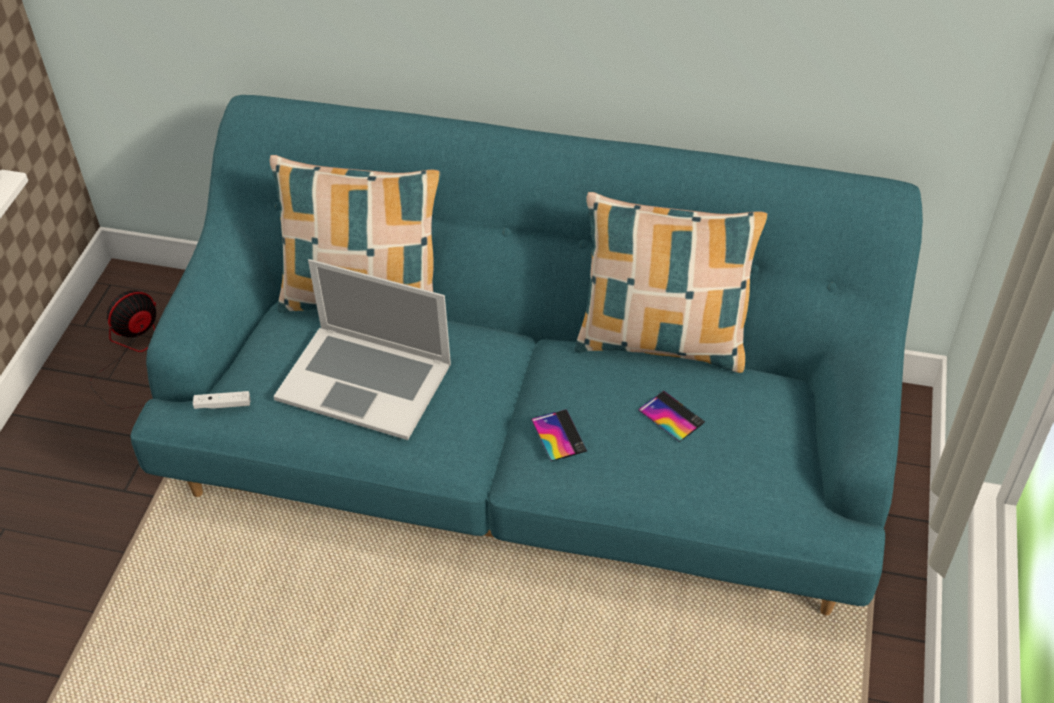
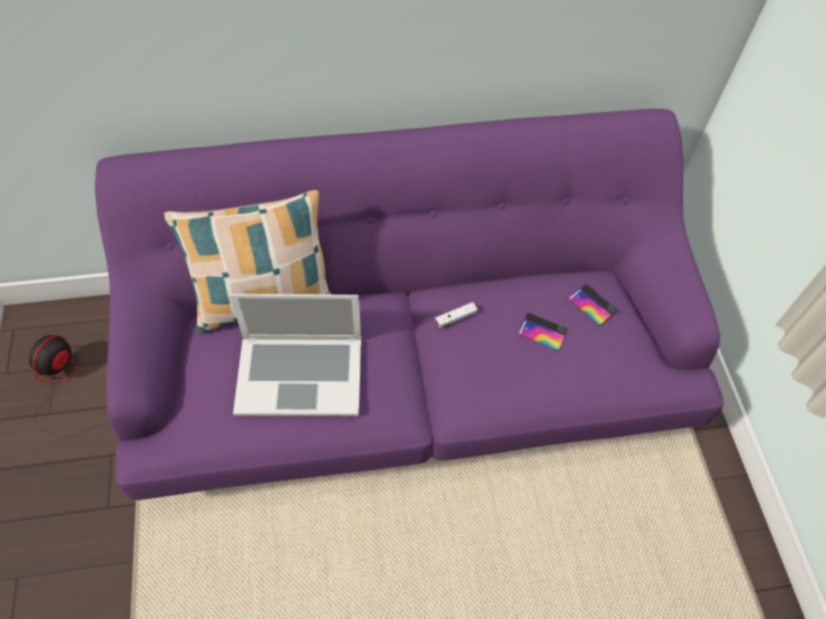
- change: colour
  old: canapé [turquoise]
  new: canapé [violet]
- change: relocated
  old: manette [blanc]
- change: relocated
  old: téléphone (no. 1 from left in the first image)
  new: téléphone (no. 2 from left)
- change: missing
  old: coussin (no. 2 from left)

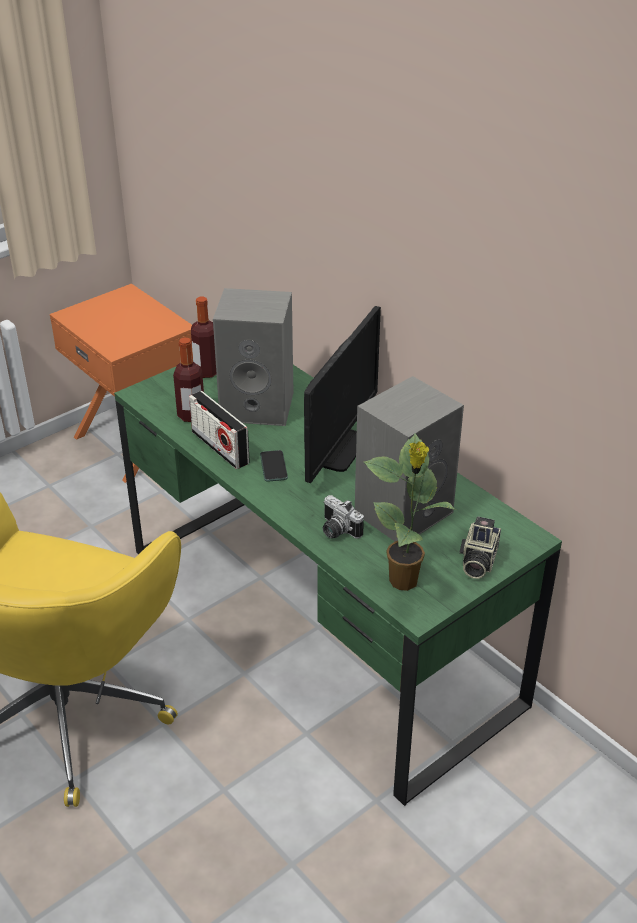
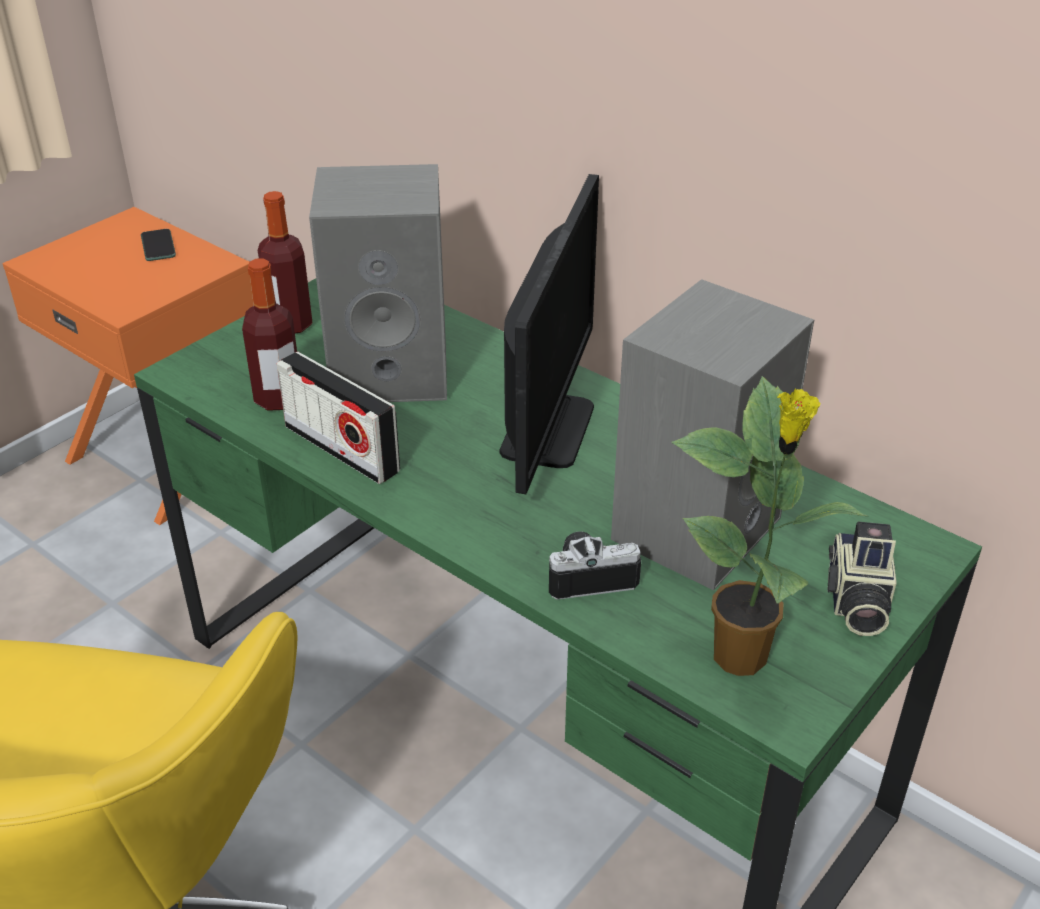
- change: relocated
  old: téléphone
- change: spun
  old: appareil photo (no. 1 from left)
  degrees: 135

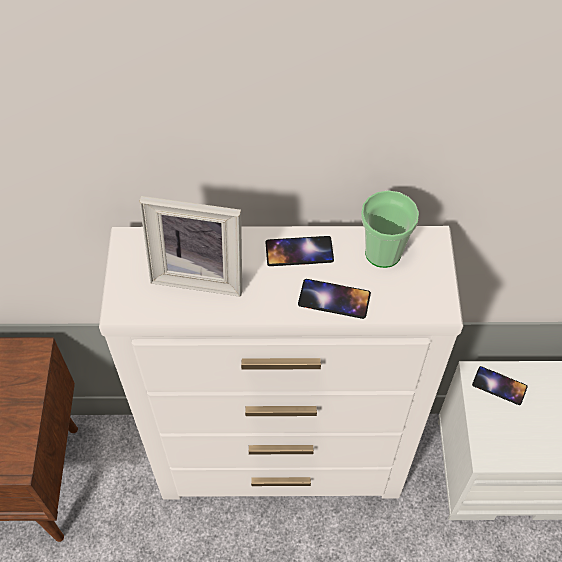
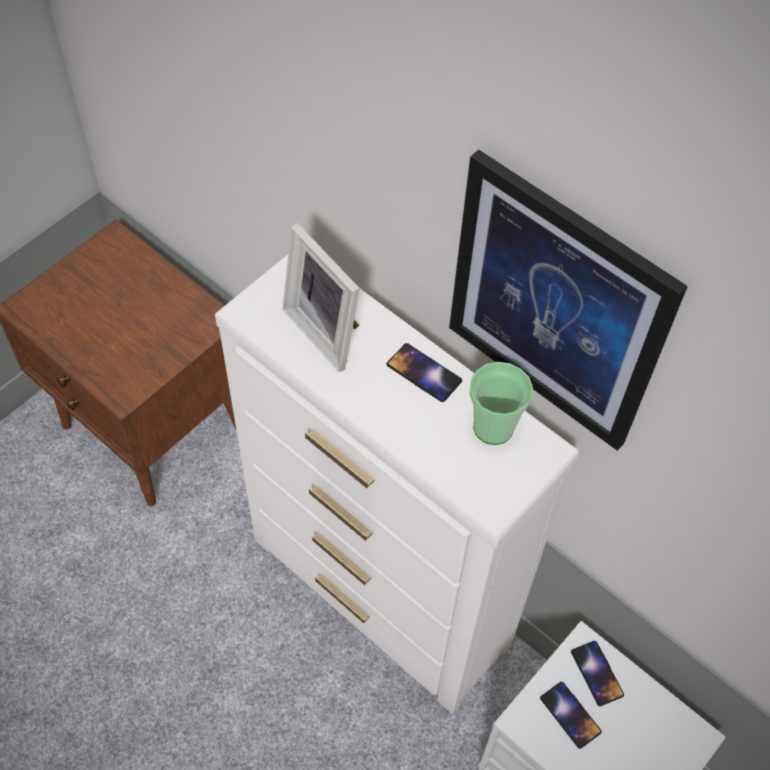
- change: relocated
  old: téléphone (no. 2 from left)
- change: appeared
  new: tableau

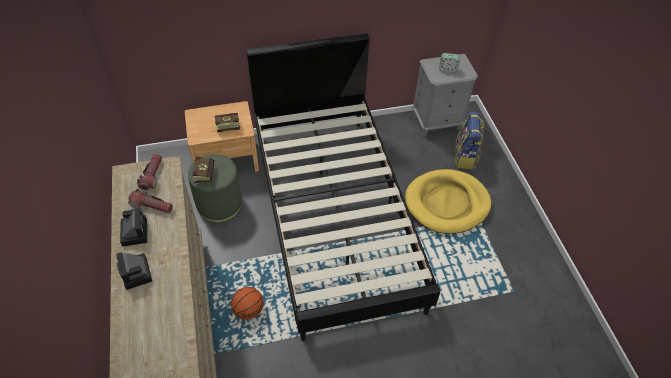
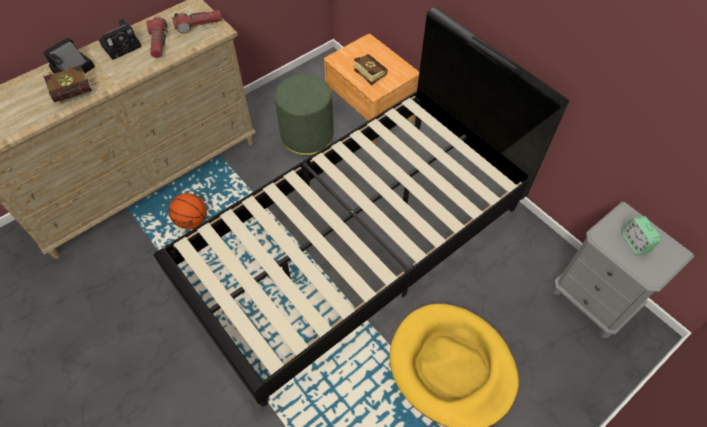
- change: relocated
  old: livre (no. 1 from left)
- change: missing
  old: sac à dos

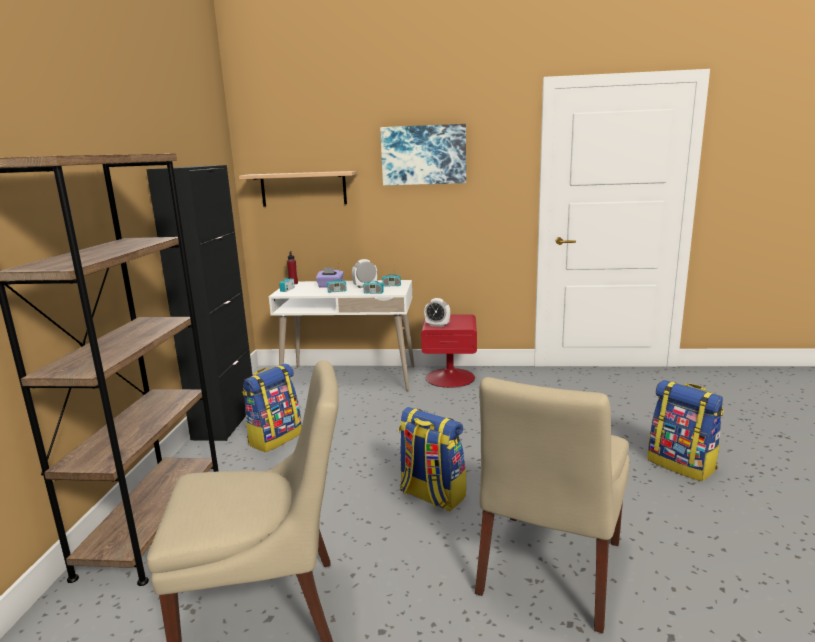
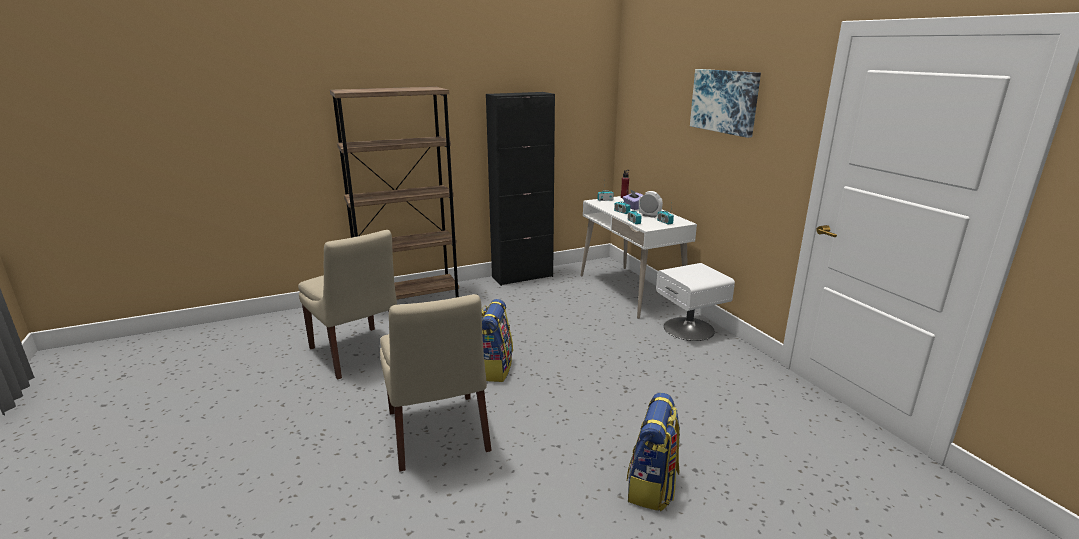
- change: missing
  old: étagère
- change: missing
  old: sac à dos (no. 1 from left)
- change: colour
  old: table de chevet [rouge]
  new: table de chevet [blanc]
- change: missing
  old: réveil (no. 2 from left)
- change: spun
  old: chaise [beige] (no. 2 from left)
  degrees: -105

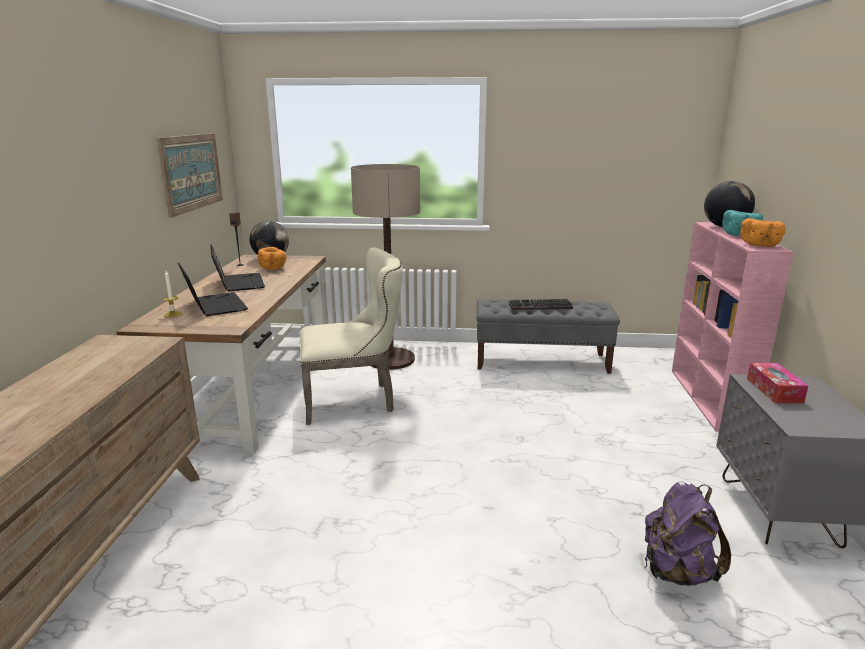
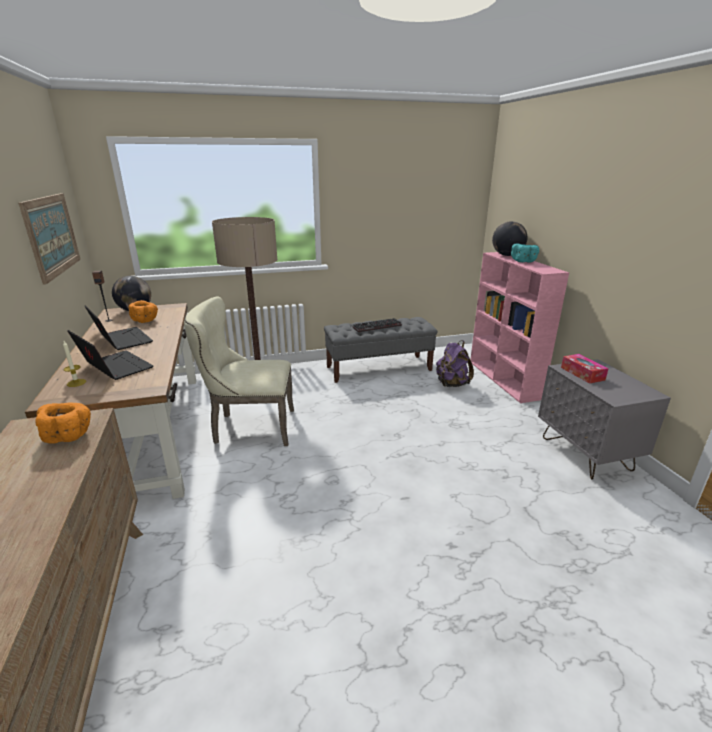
- change: spun
  old: chaise [beige]
  degrees: -150
- change: relocated
  old: sac à dos [violet]
- change: relocated
  old: bol [orange] (no. 2 from left in the first image)
  new: bol [orange] (no. 1 from left)

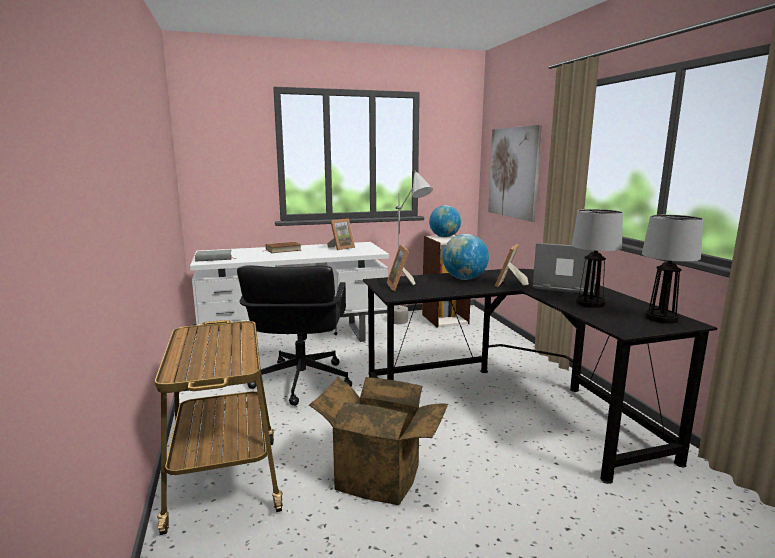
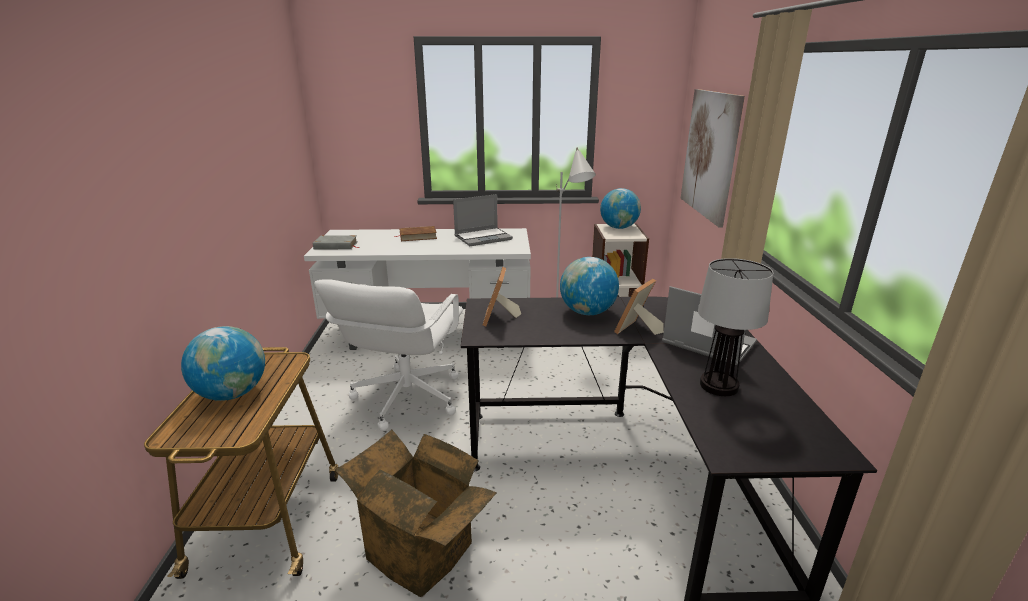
- change: colour
  old: chaise de bureau [noir]
  new: chaise de bureau [blanc]
- change: exchanged
  old: cadre photo (no. 1 from left)
  new: ordinateur portable (no. 1 from left)
- change: missing
  old: lampe de table (no. 2 from left)
- change: appeared
  new: globe (no. 1 from left)

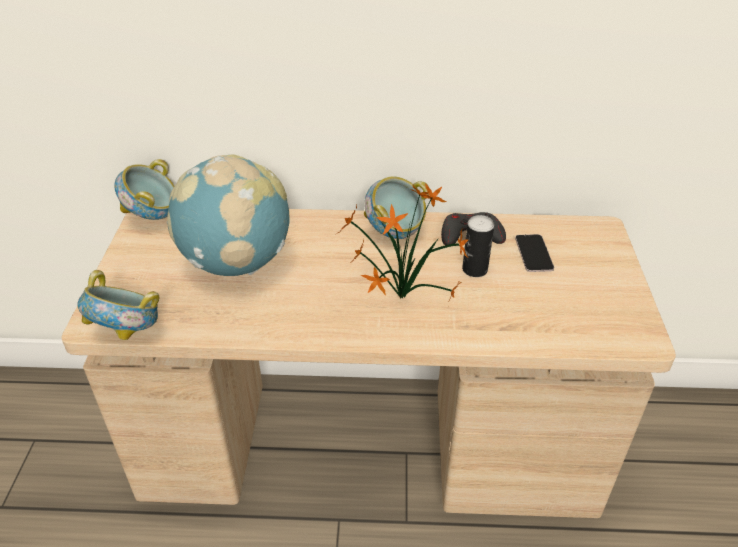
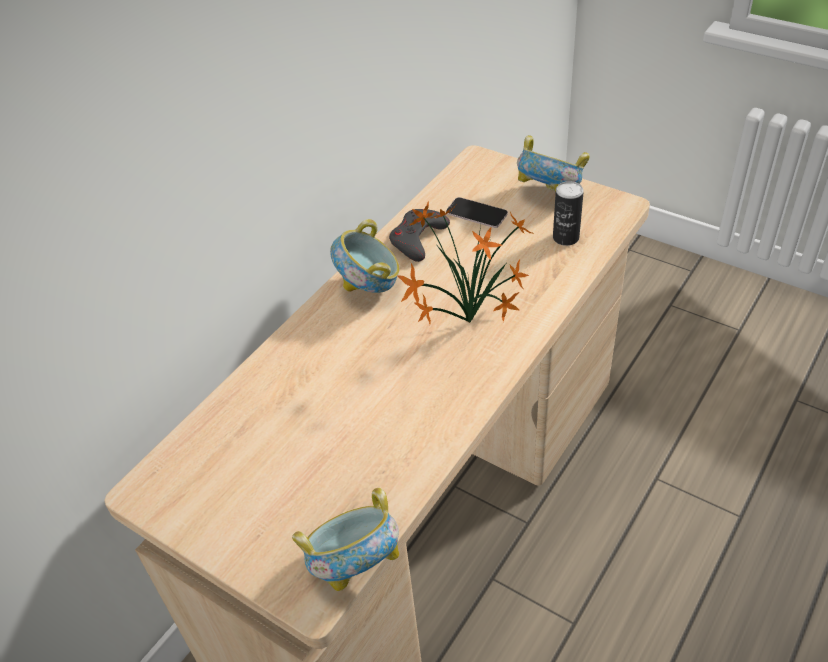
- change: relocated
  old: bol (no. 2 from left in the first image)
  new: bol (no. 3 from left)
- change: missing
  old: globe
- change: relocated
  old: boîte métallique

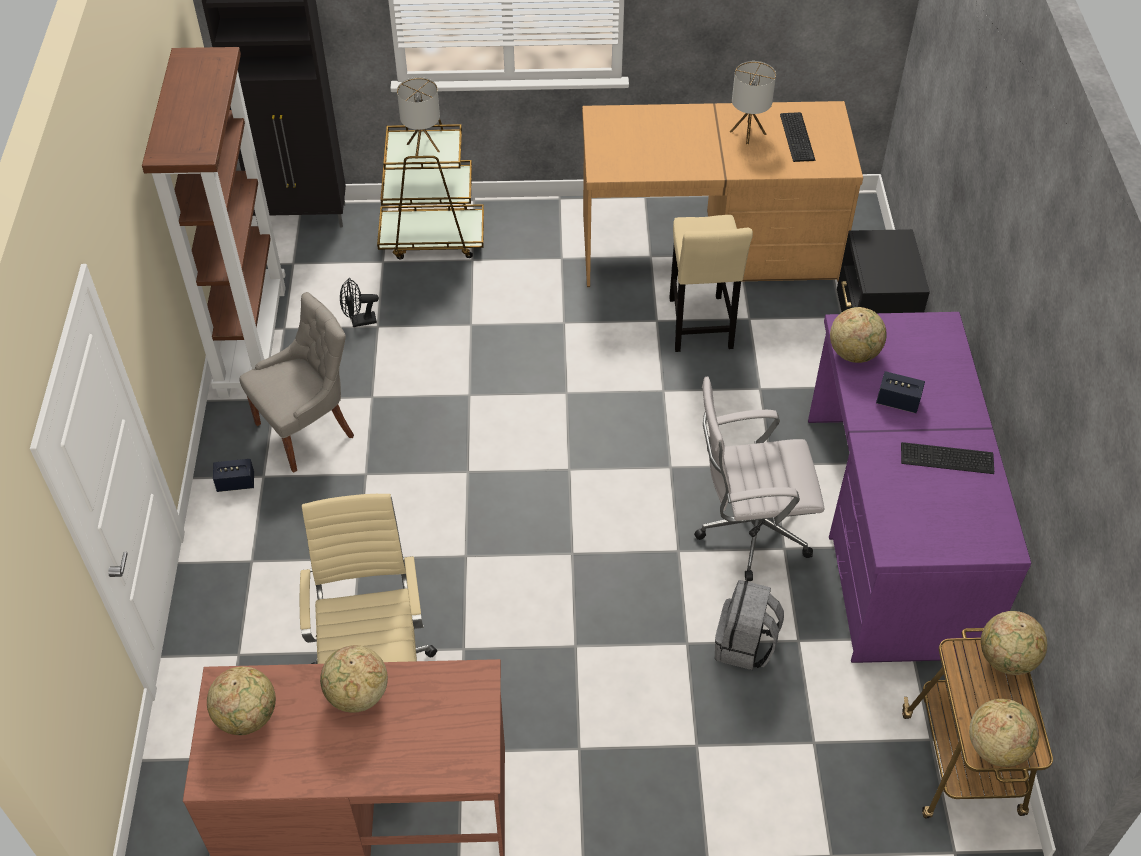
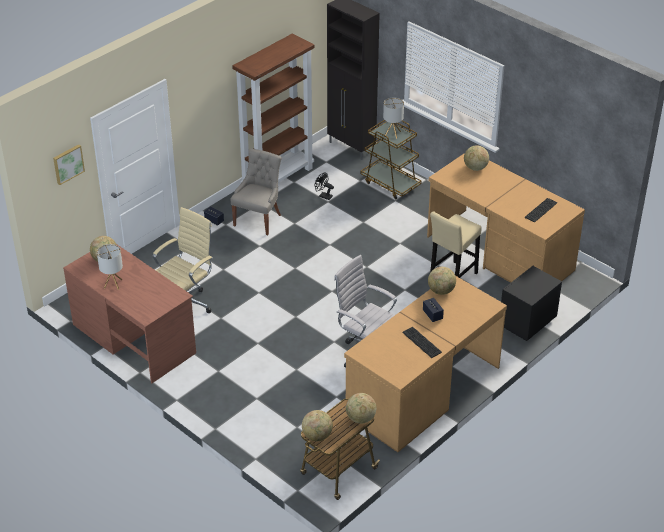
- change: spun
  old: chaise [gris]
  degrees: -75
- change: relocated
  old: globe (no. 2 from left in the first image)
  new: globe (no. 5 from left)
- change: missing
  old: sac à dos [gris]
- change: relocated
  old: lampe de table (no. 2 from left in the first image)
  new: lampe de table (no. 1 from left)
- change: colour
  old: bureau [violet]
  new: bureau [marron] (no. 2 from left)
- change: appeared
  new: tableau

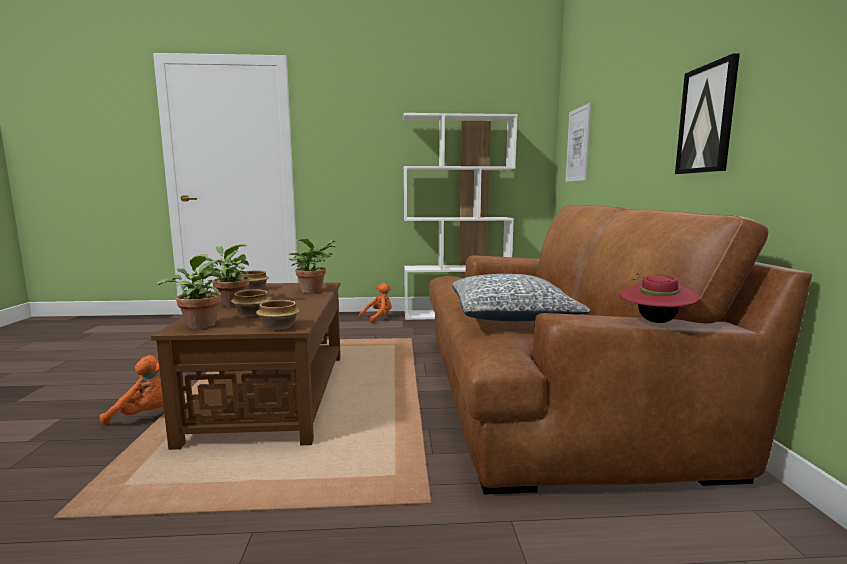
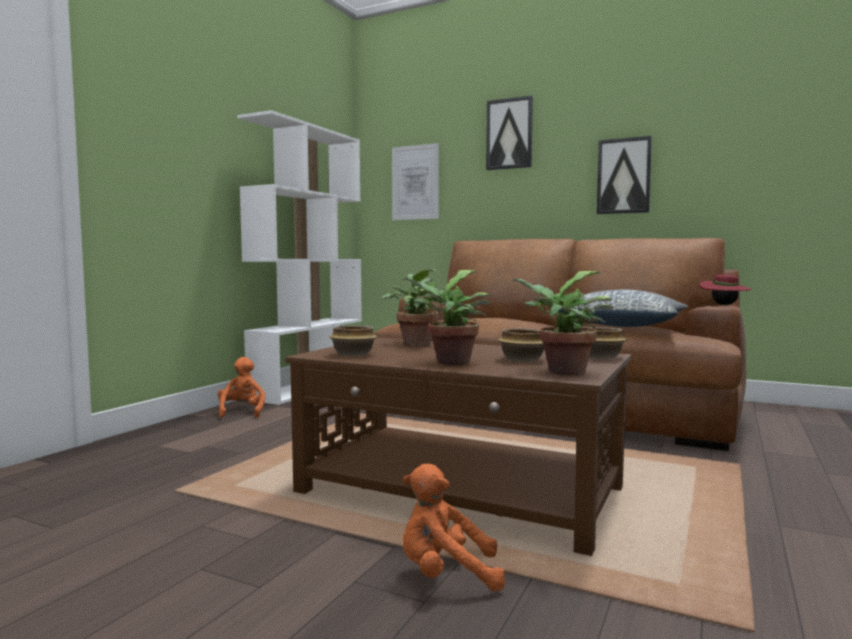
- change: spun
  old: peluche [orange] (no. 1 from left in the first image)
  degrees: -120
- change: appeared
  new: tableau (no. 2 from left)

